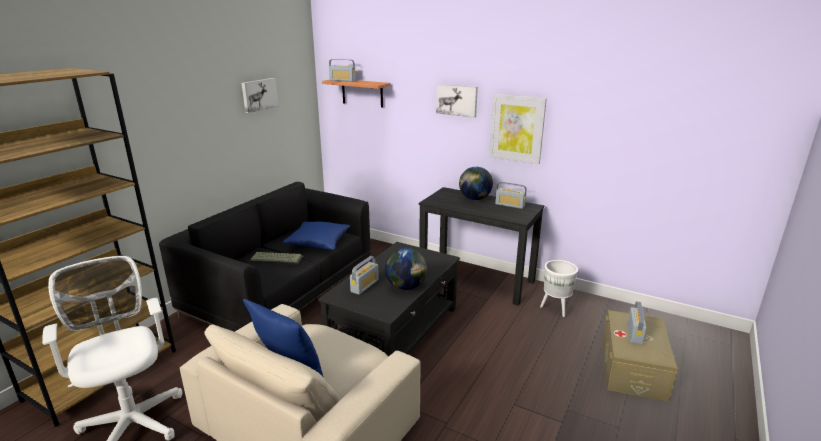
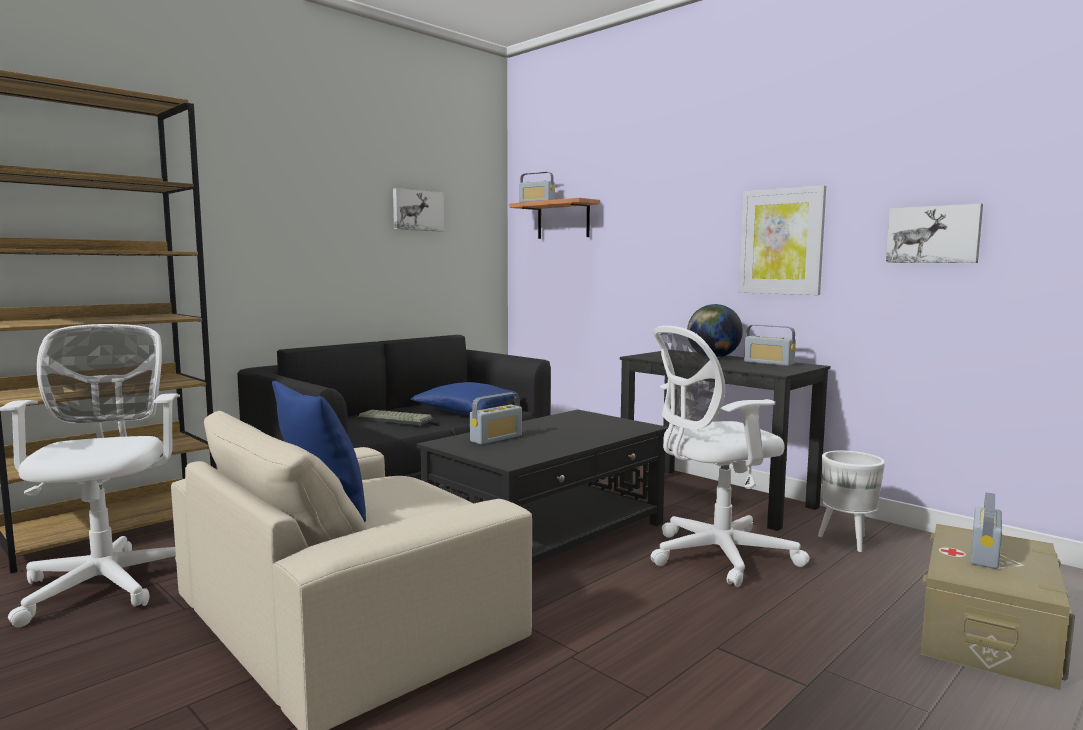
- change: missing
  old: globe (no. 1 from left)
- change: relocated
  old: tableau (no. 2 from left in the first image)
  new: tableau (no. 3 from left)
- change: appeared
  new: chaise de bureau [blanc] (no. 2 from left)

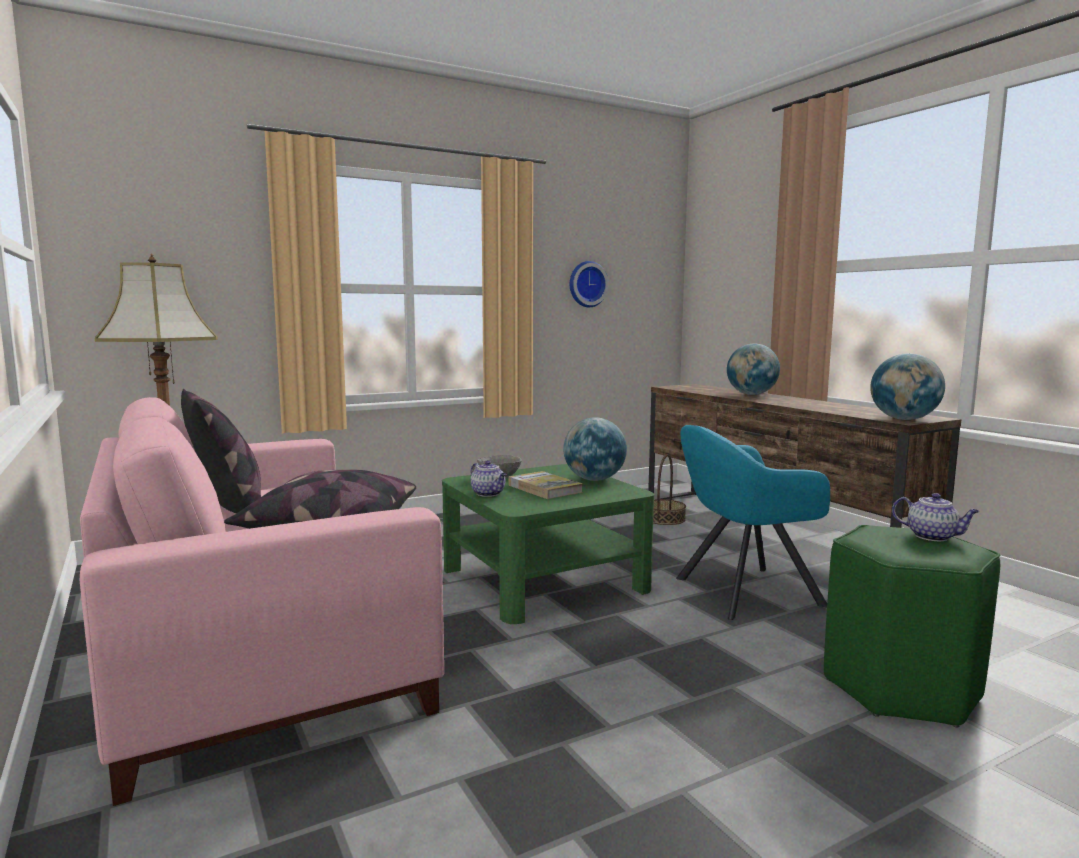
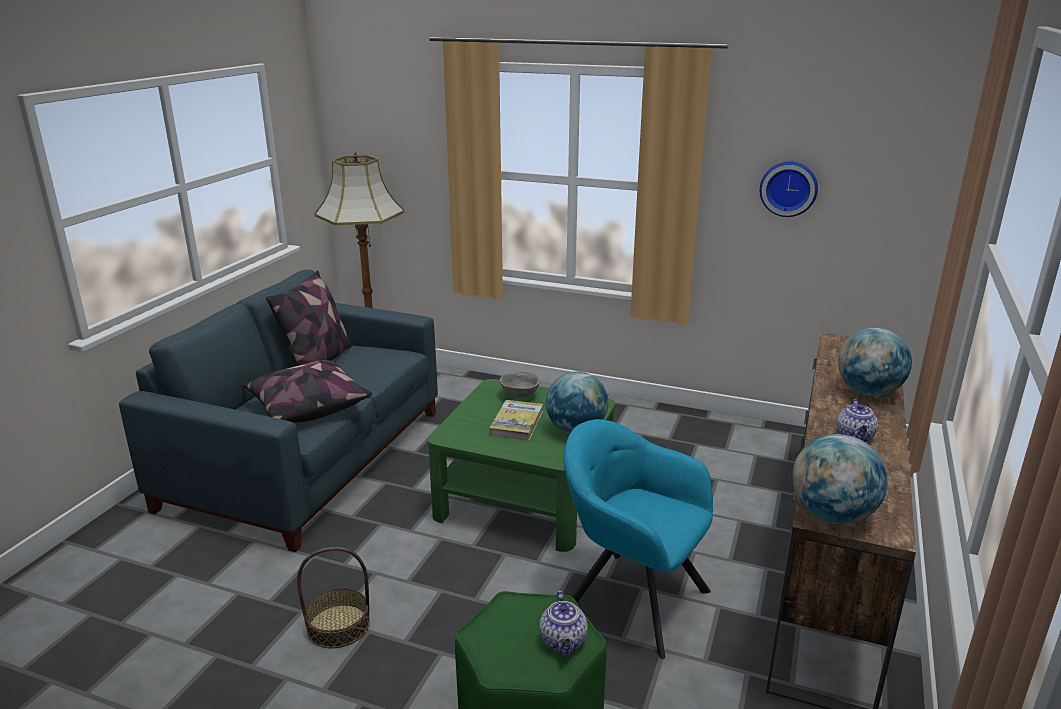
- change: colour
  old: canapé [rose]
  new: canapé [bleu]
- change: relocated
  old: théière (no. 1 from left in the first image)
  new: théière (no. 2 from left)
- change: relocated
  old: panier

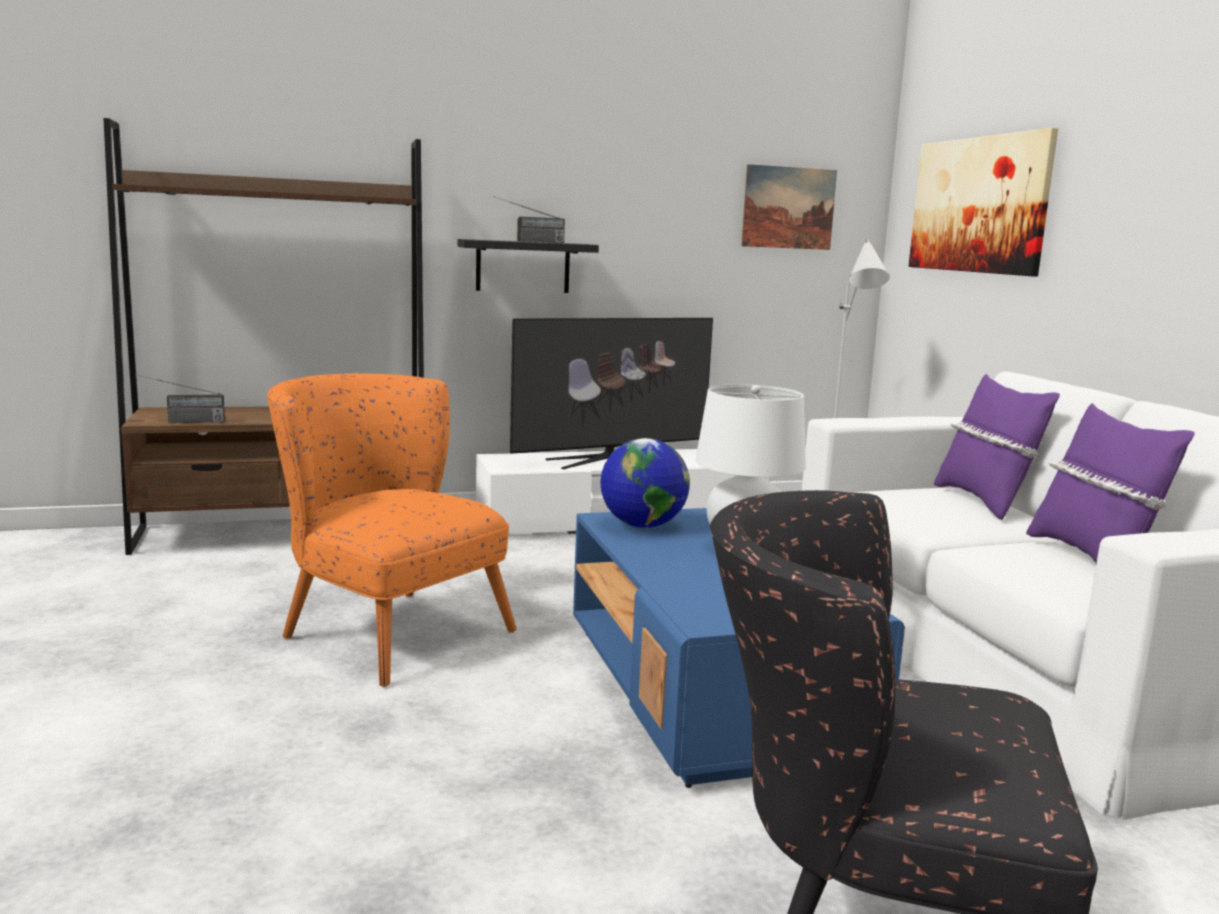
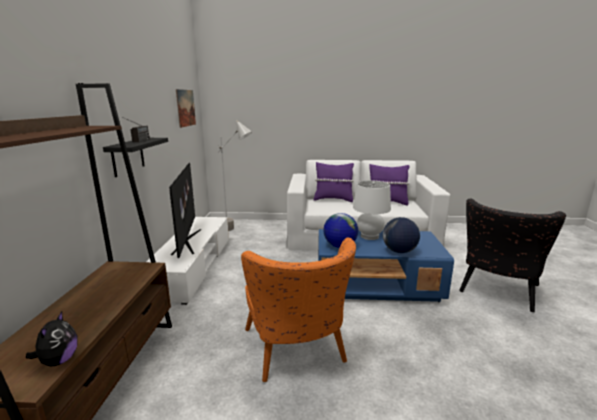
- change: exchanged
  old: radio (no. 1 from left)
  new: peluche
- change: spun
  old: fauteuil [orange]
  degrees: -75
- change: missing
  old: tableau (no. 2 from left)
- change: appeared
  new: globe (no. 2 from left)

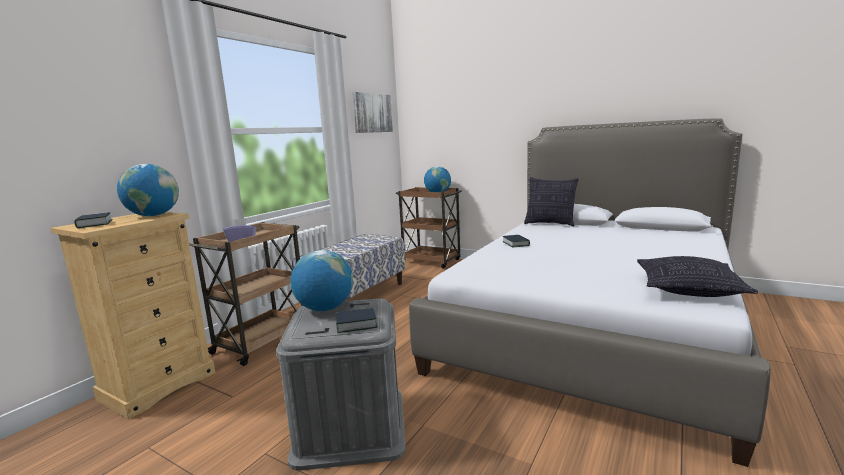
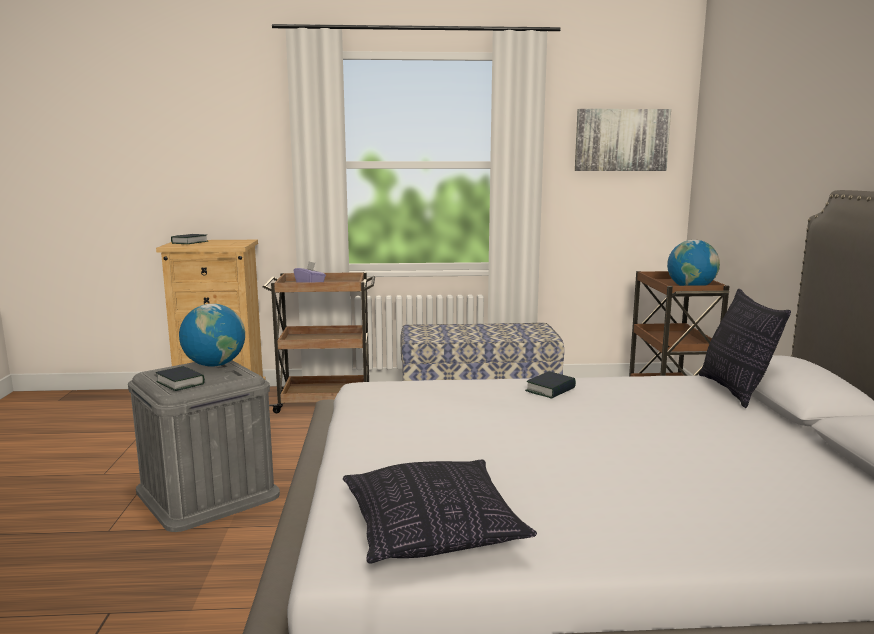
- change: missing
  old: globe (no. 1 from left)

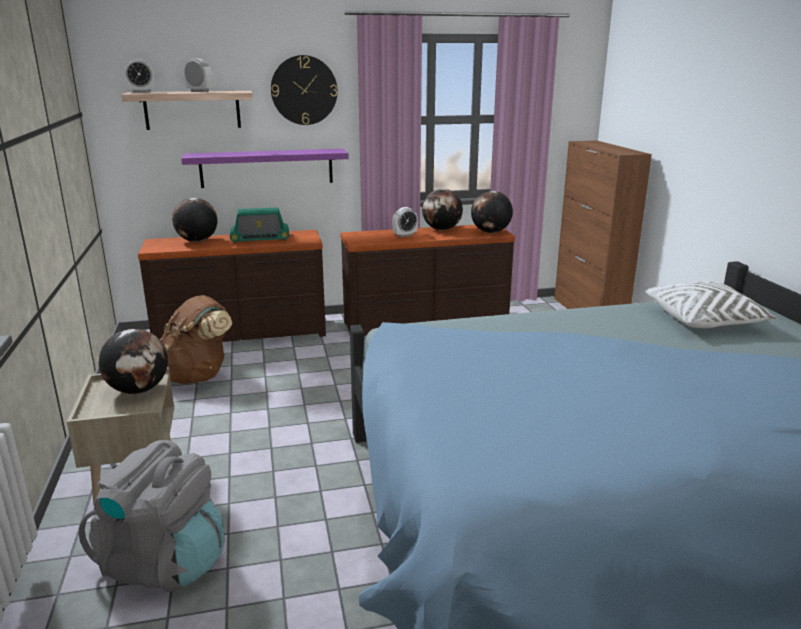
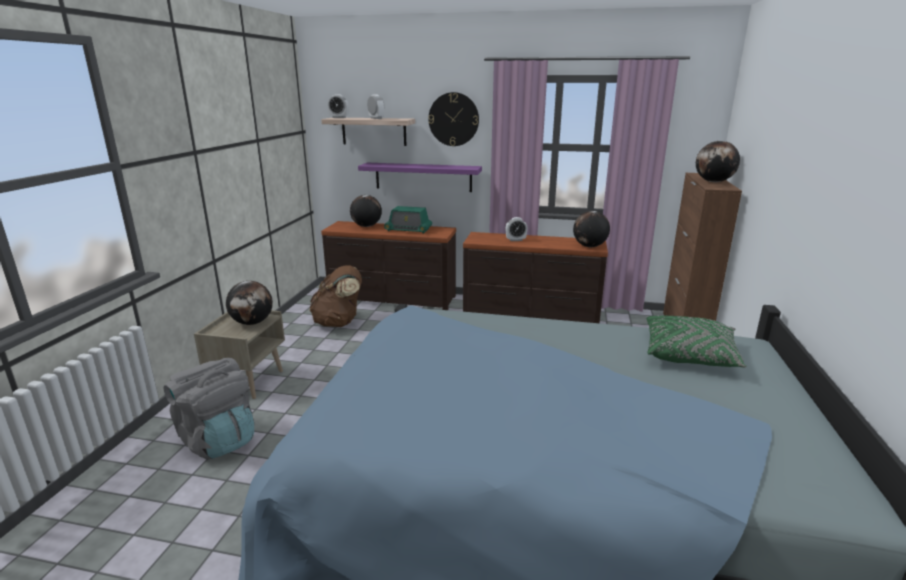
- change: relocated
  old: globe (no. 3 from left in the first image)
  new: globe (no. 4 from left)
- change: colour
  old: coussin [blanc]
  new: coussin [vert]

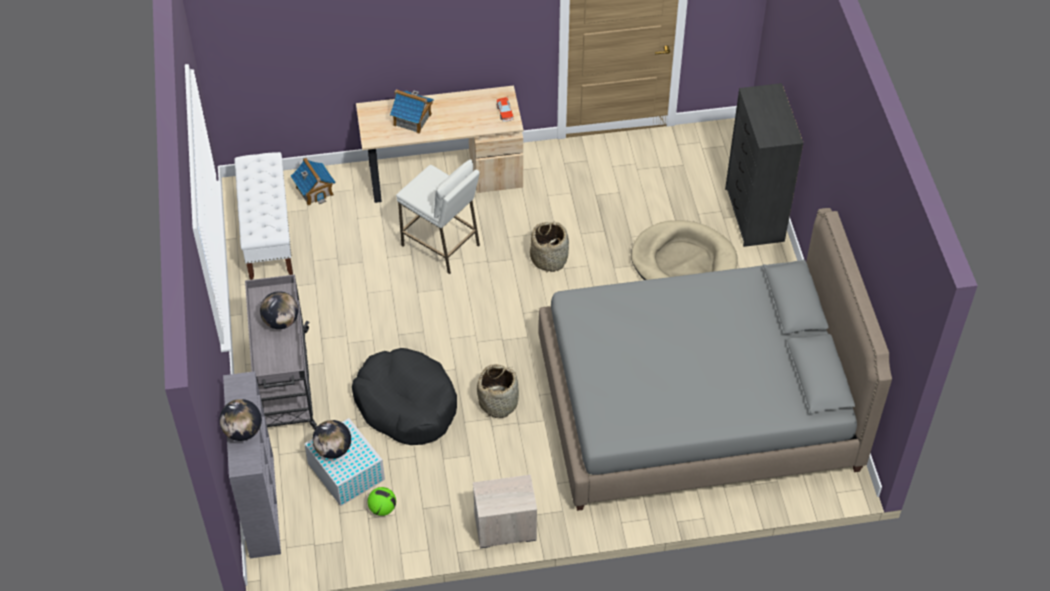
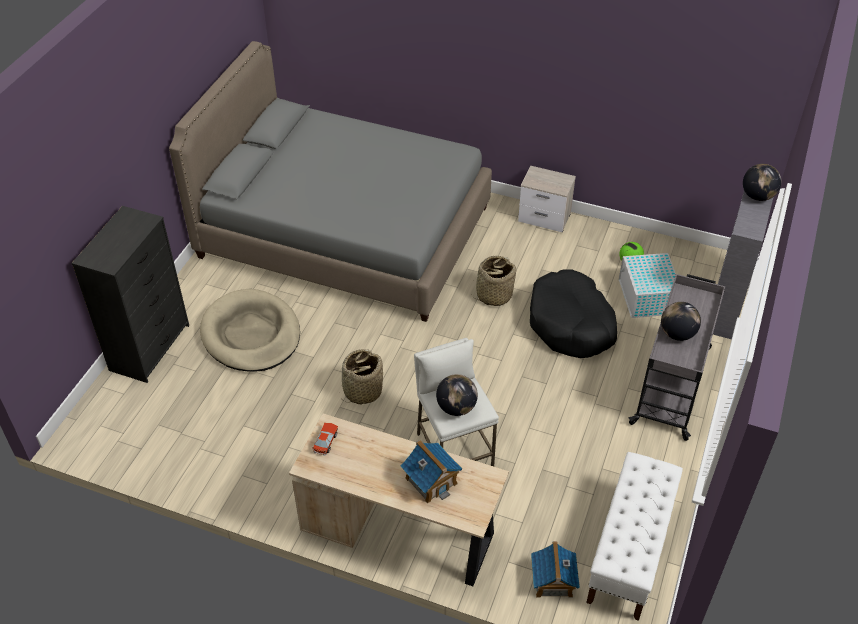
- change: relocated
  old: globe (no. 3 from left in the first image)
  new: globe (no. 1 from left)

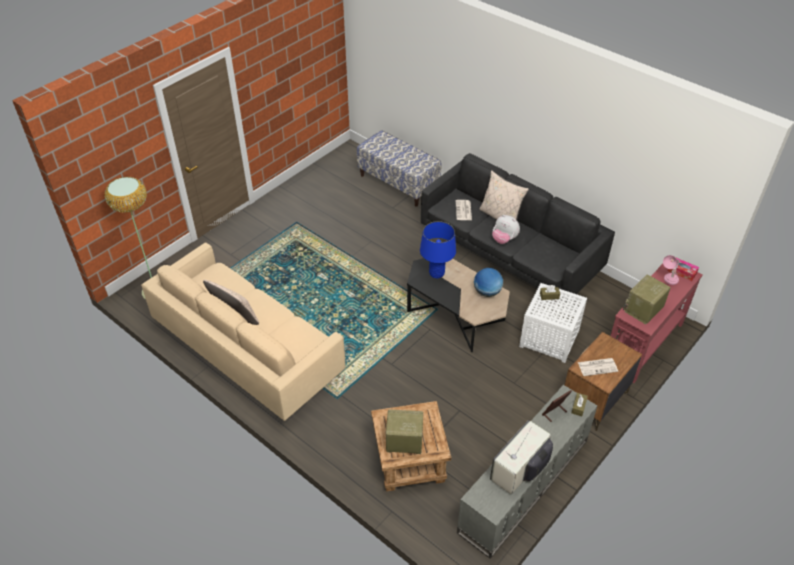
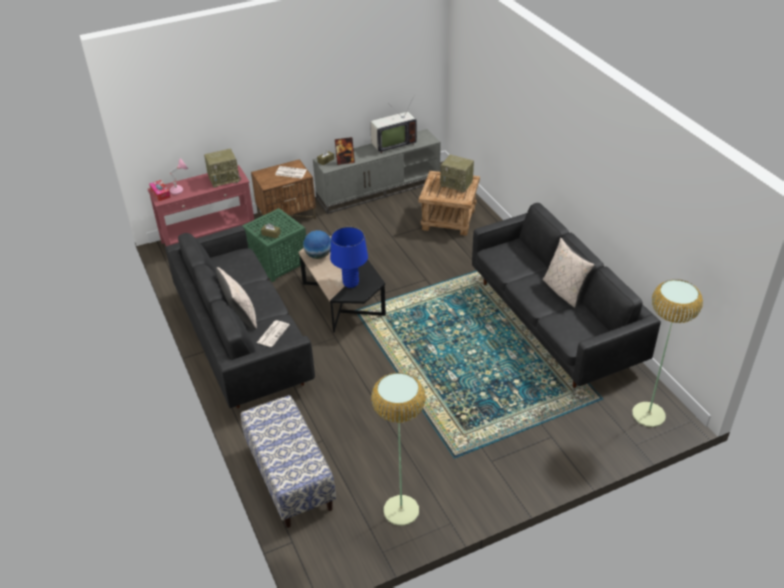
- change: colour
  old: canapé [beige]
  new: canapé [noir] (no. 2 from left)
- change: missing
  old: peluche
- change: colour
  old: table d'appoint [blanc]
  new: table d'appoint [vert]
- change: appeared
  new: lampadaire (no. 1 from left)

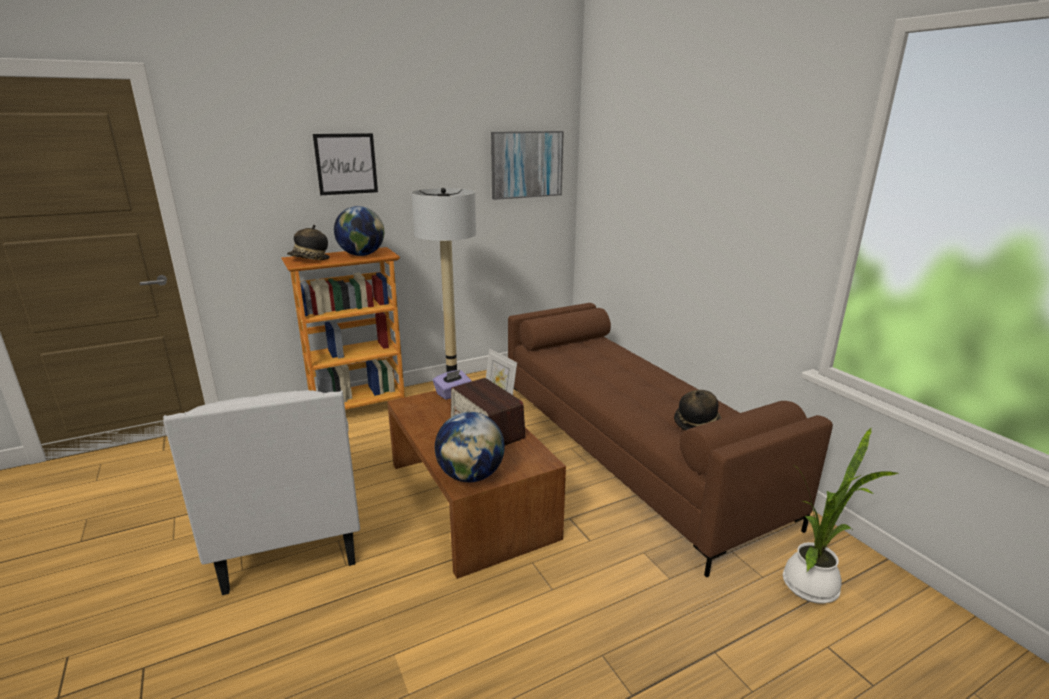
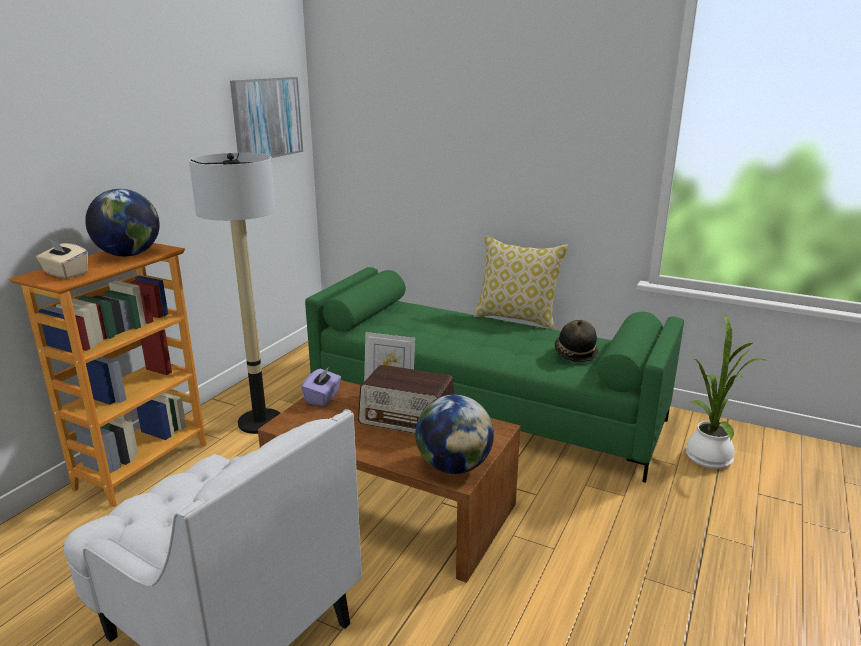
- change: exchanged
  old: chapeau (no. 1 from left)
  new: boîte à mouchoirs [beige]
- change: missing
  old: tableau (no. 1 from left)
- change: colour
  old: canapé [marron]
  new: canapé [vert]
- change: appeared
  new: coussin

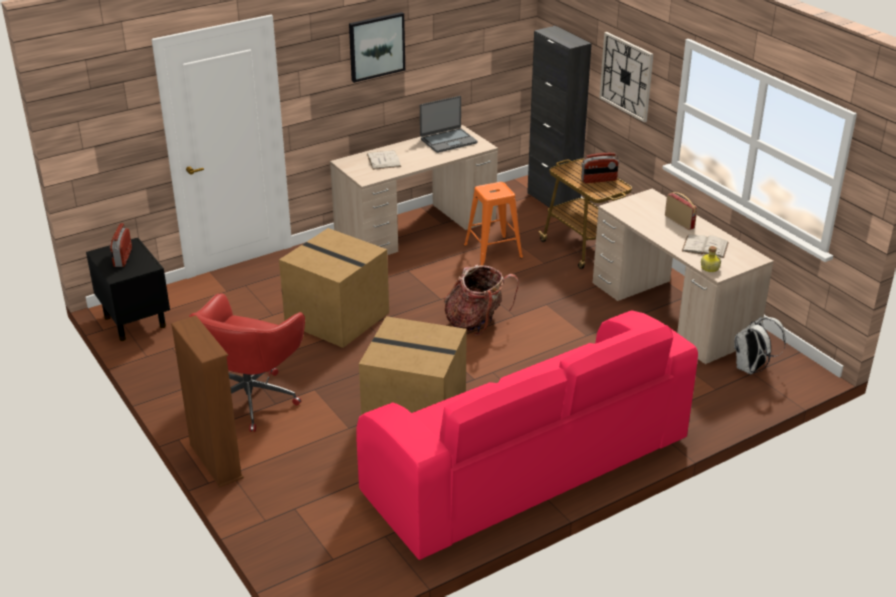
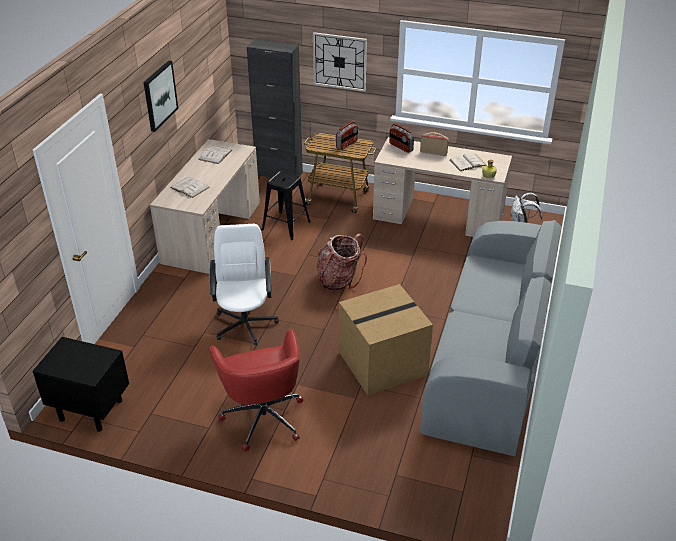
- change: relocated
  old: radio (no. 1 from left in the first image)
  new: radio (no. 2 from left)
- change: missing
  old: bibliothèque [marron]
- change: exchanged
  old: carton (no. 1 from left)
  new: chaise de bureau [blanc]
- change: colour
  old: canapé [rose]
  new: canapé [gris]
- change: exchanged
  old: ordinateur portable
  new: livre [blanc] (no. 2 from left)
- change: colour
  old: tabouret [orange]
  new: tabouret [noir]

